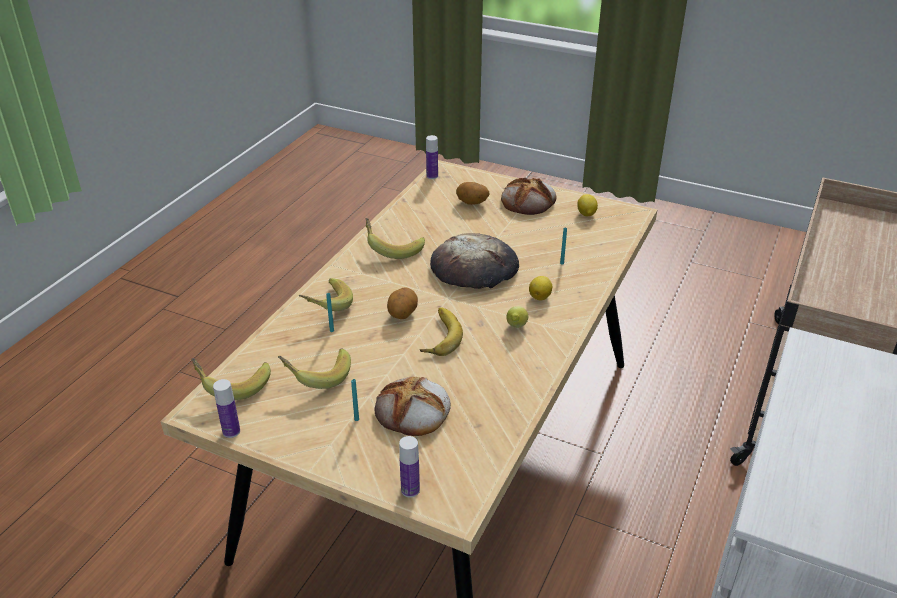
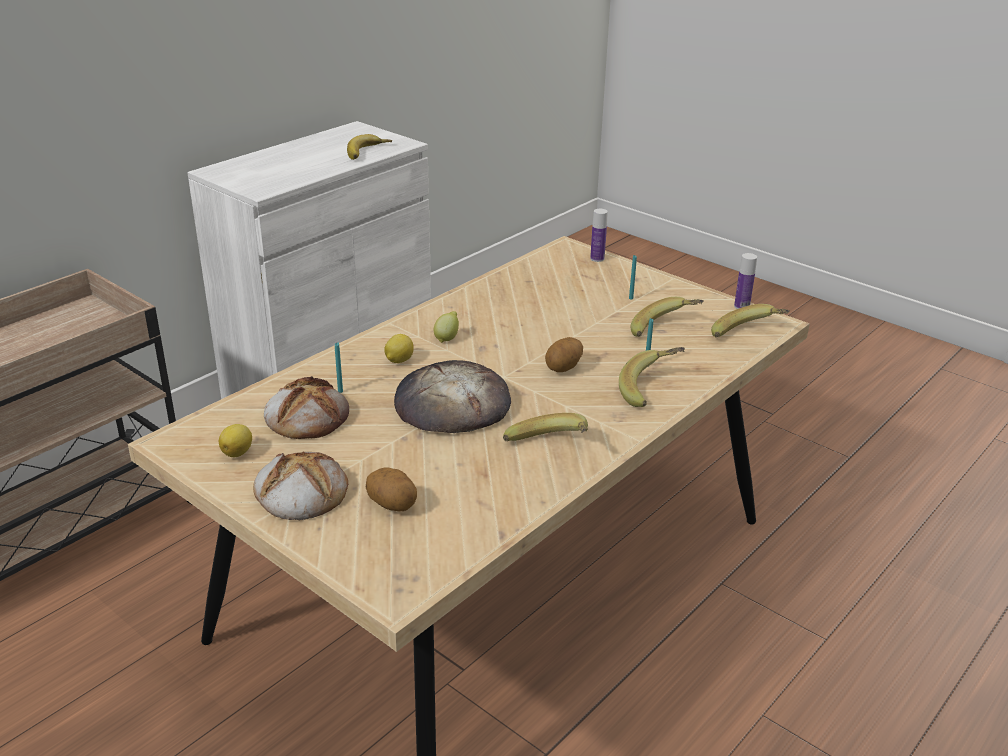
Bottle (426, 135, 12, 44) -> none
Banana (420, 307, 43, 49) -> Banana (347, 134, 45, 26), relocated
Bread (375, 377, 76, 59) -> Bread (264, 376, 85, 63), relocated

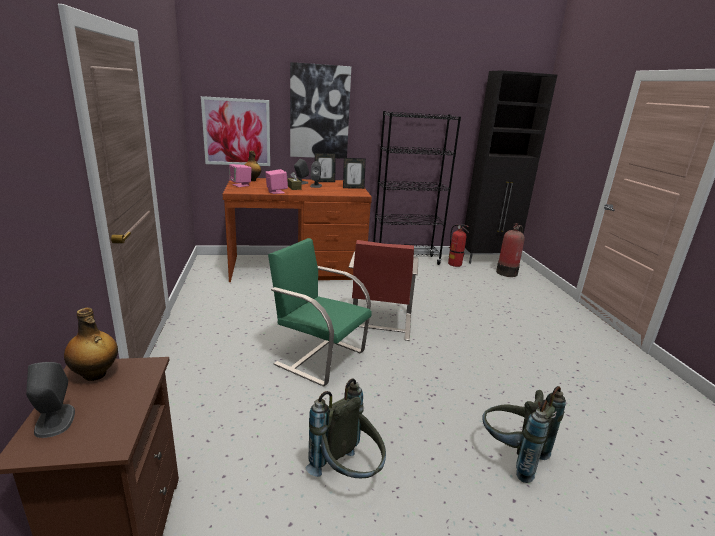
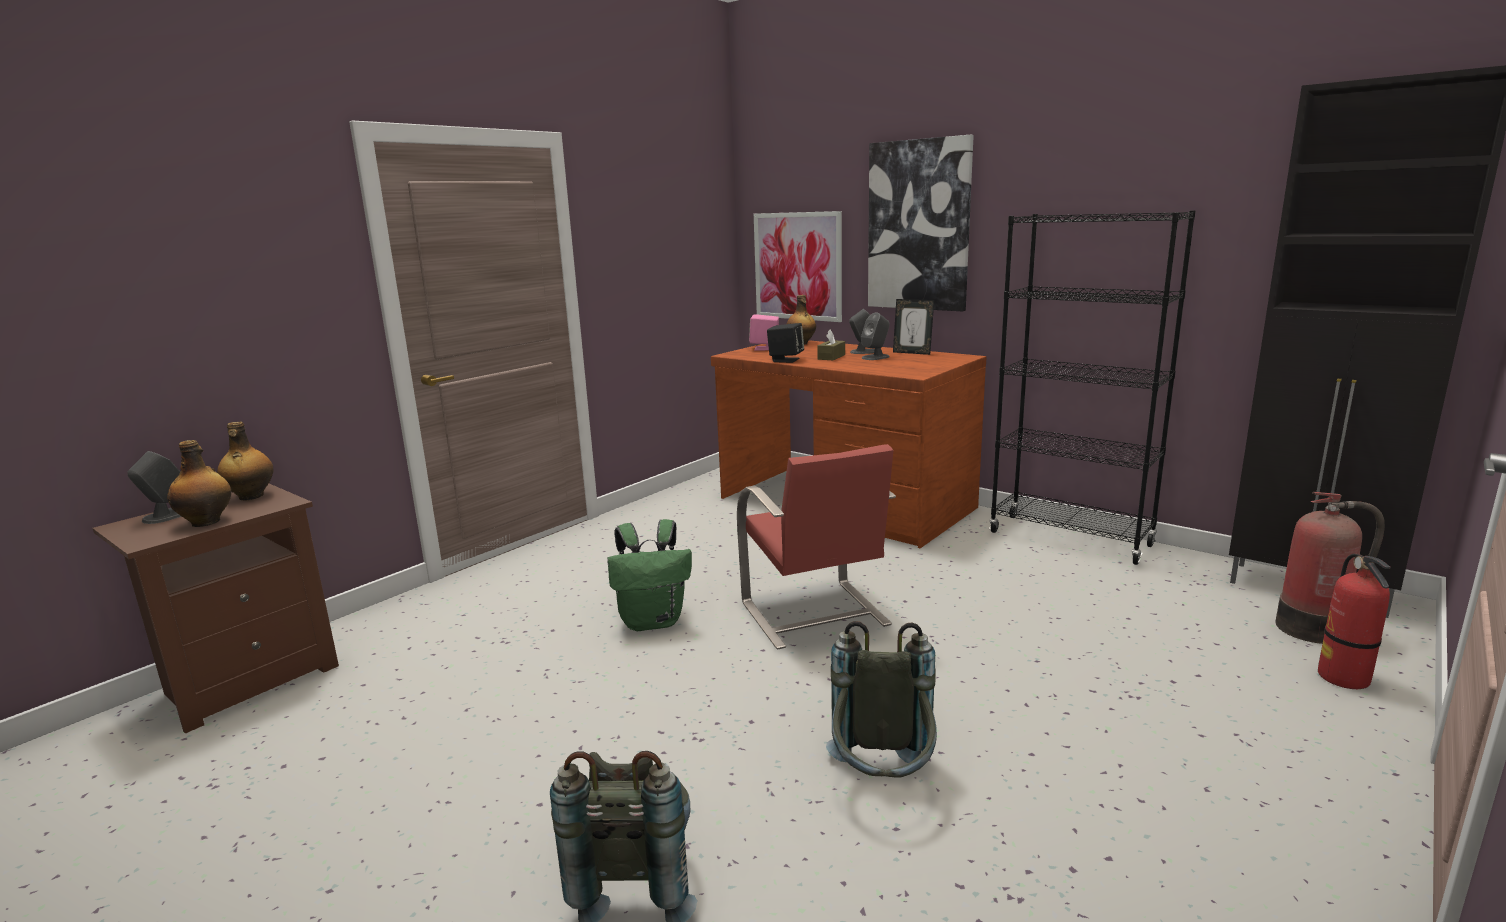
PictureFrame (343, 158, 23, 31) -> none
PinkSpeaker (265, 169, 23, 25) -> BlackSpeaker (767, 323, 37, 40)
FireExtinguisher (448, 225, 21, 42) -> FireExtinguisher (1318, 553, 72, 136), relocated
GreenChair (268, 238, 104, 149) -> GreenBackpack (607, 519, 85, 112)
RedChair (348, 240, 70, 101) -> RedChair (737, 444, 159, 206), 75 degrees counterclockwise
GreyBackpack (305, 379, 81, 99) -> GreyBackpack (826, 621, 111, 156), relocated
none -> Bottle (167, 440, 64, 87)

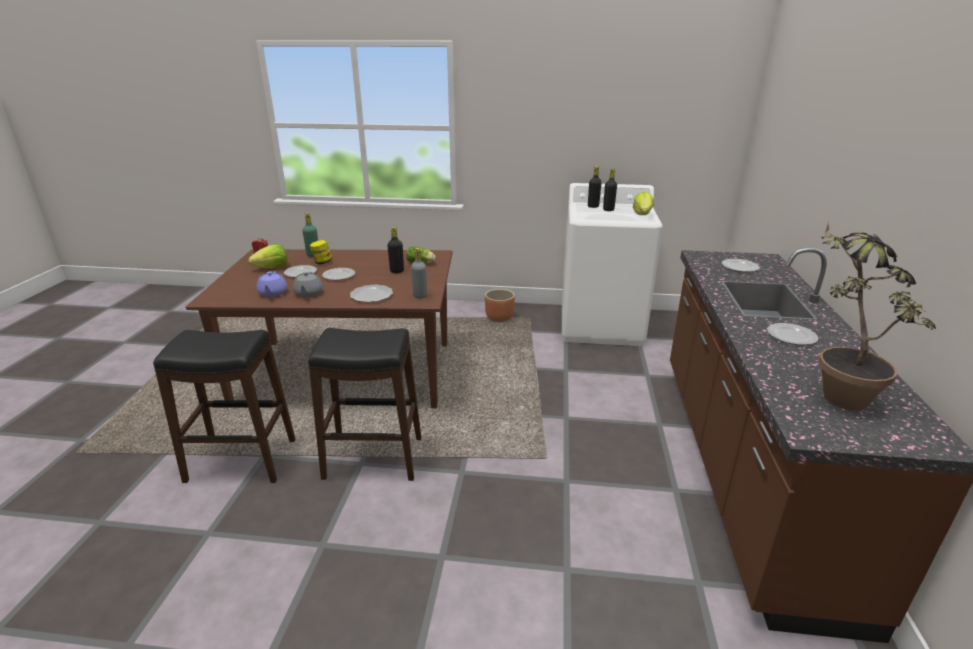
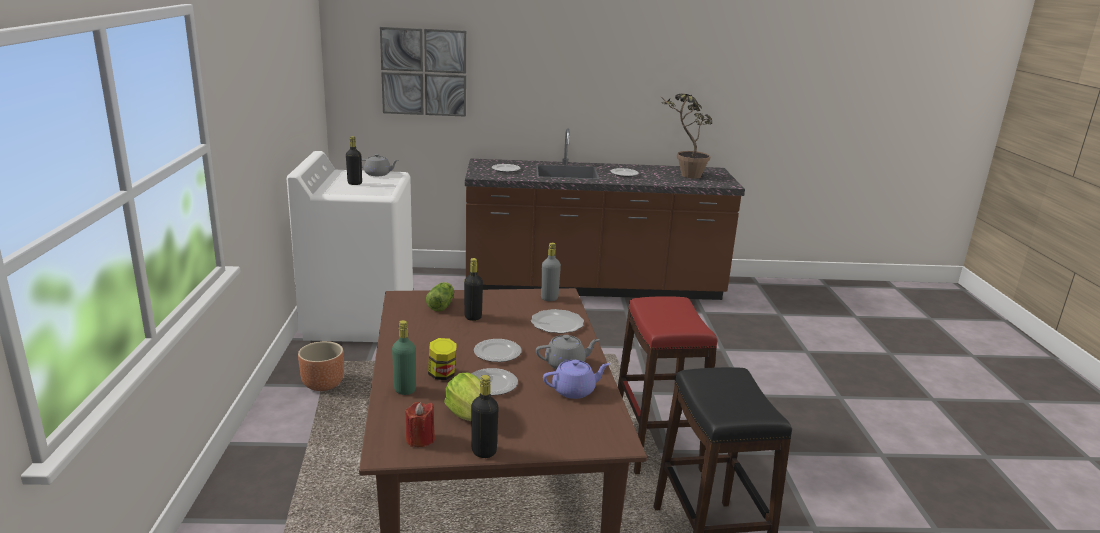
BlackBottle (588, 166, 14, 42) -> BlackBottle (471, 375, 28, 83), relocated
Lettuce (633, 192, 21, 23) -> GreyTeapot (362, 154, 37, 22)
BlackStool (308, 328, 113, 153) -> RedStool (618, 296, 99, 178)
none -> Picture (380, 27, 86, 90)

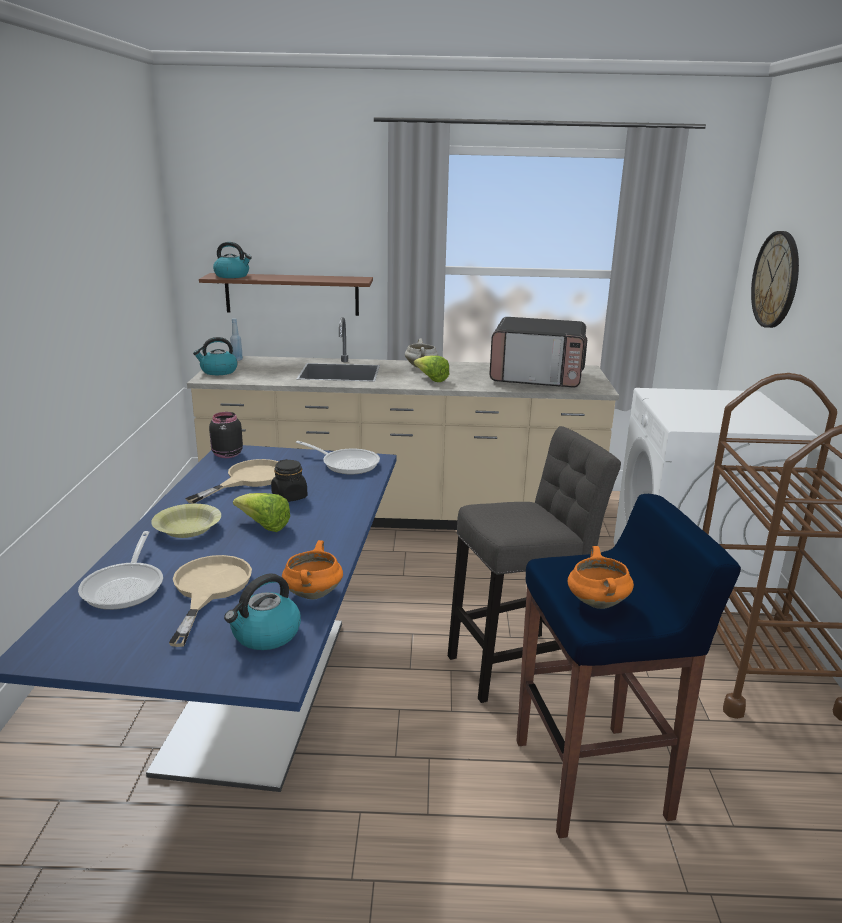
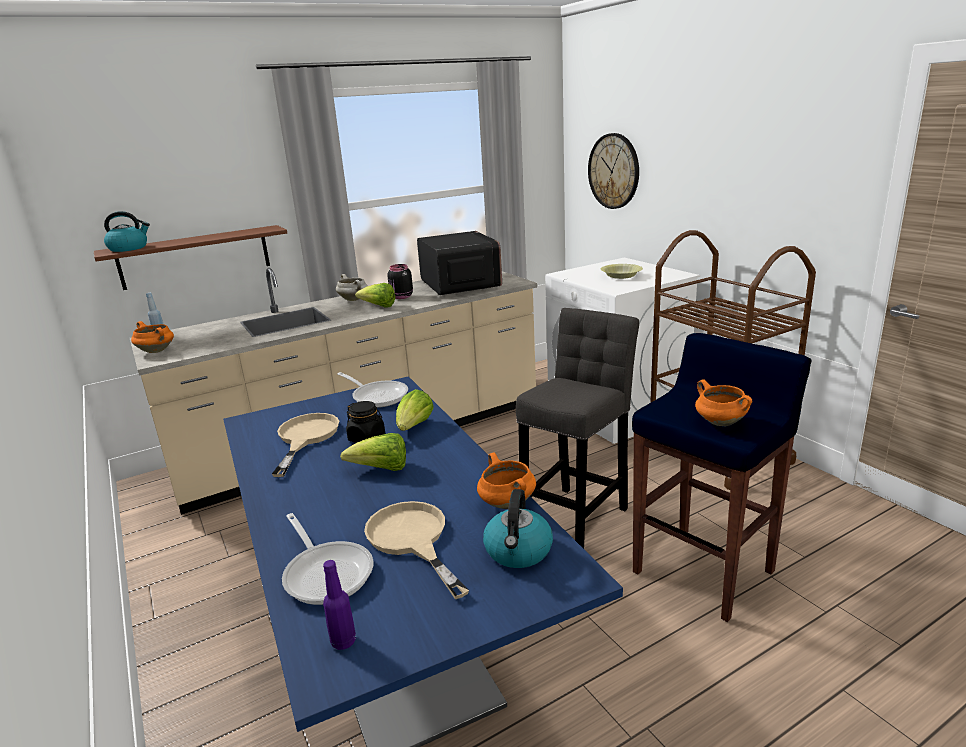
Microwave (490, 317, 97, 71) -> Microwave (417, 231, 85, 64), 90 degrees counterclockwise
Kettle (193, 337, 44, 38) -> OrangeCookingPot (131, 321, 43, 32)
BlackJar (209, 412, 34, 46) -> BlackJar (387, 264, 26, 35), relocated
FryingPan (296, 441, 84, 34) -> FryingPan (337, 372, 71, 36), 45 degrees clockwise
YellowBowl (151, 504, 70, 34) -> YellowBowl (601, 264, 42, 15), relocated
none -> Lettuce (396, 389, 38, 42)
none -> PurpleBottle (323, 560, 33, 90)

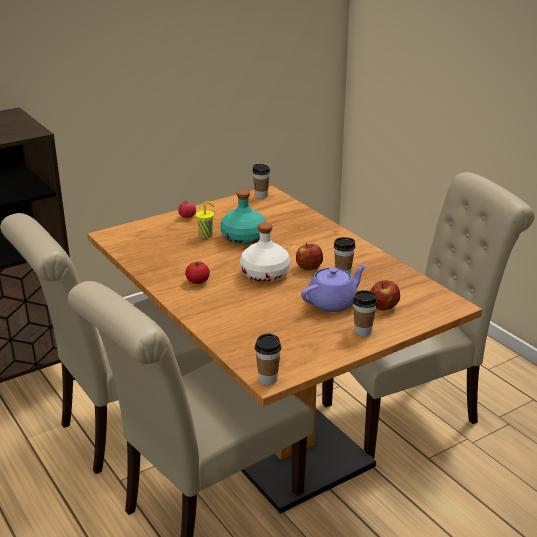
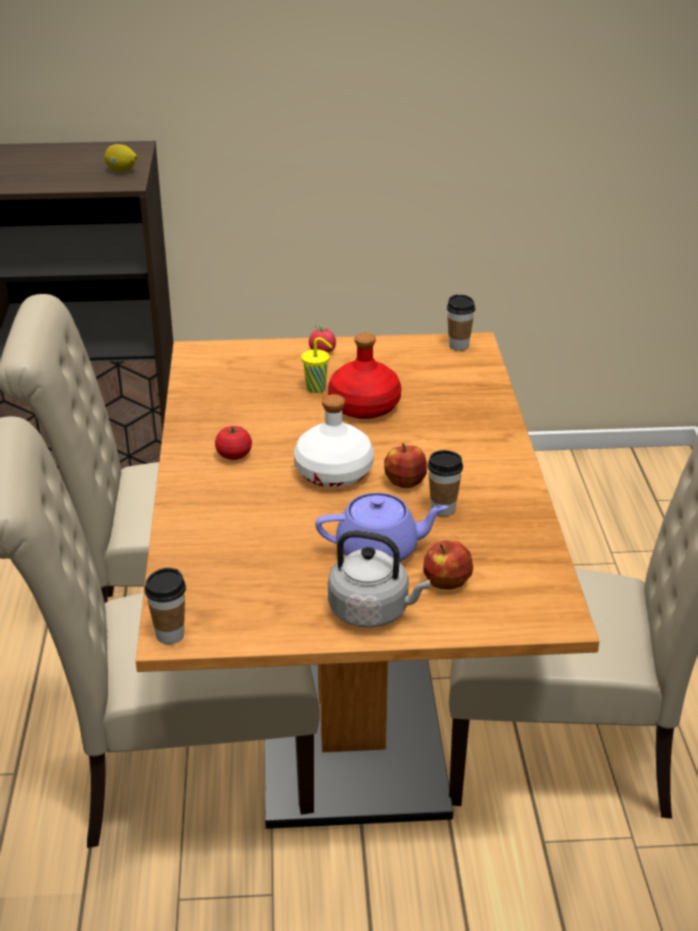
TurquoiseBottle (220, 189, 46, 56) -> RedBottle (328, 333, 73, 86)
Cup (353, 290, 24, 46) -> GreyKettle (328, 530, 102, 98)
none -> Lemon (105, 144, 32, 28)

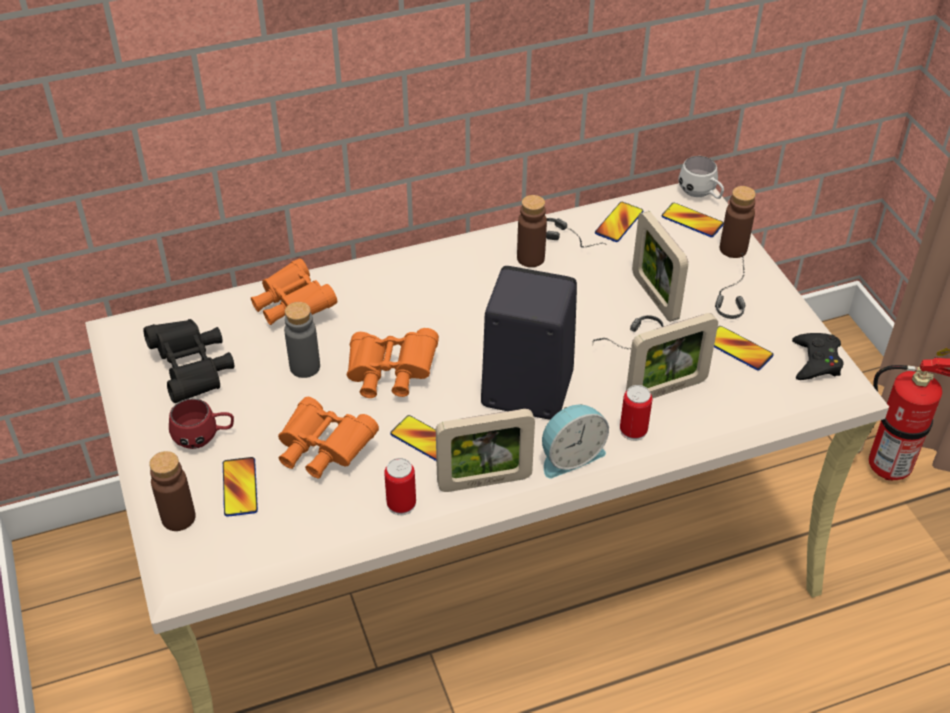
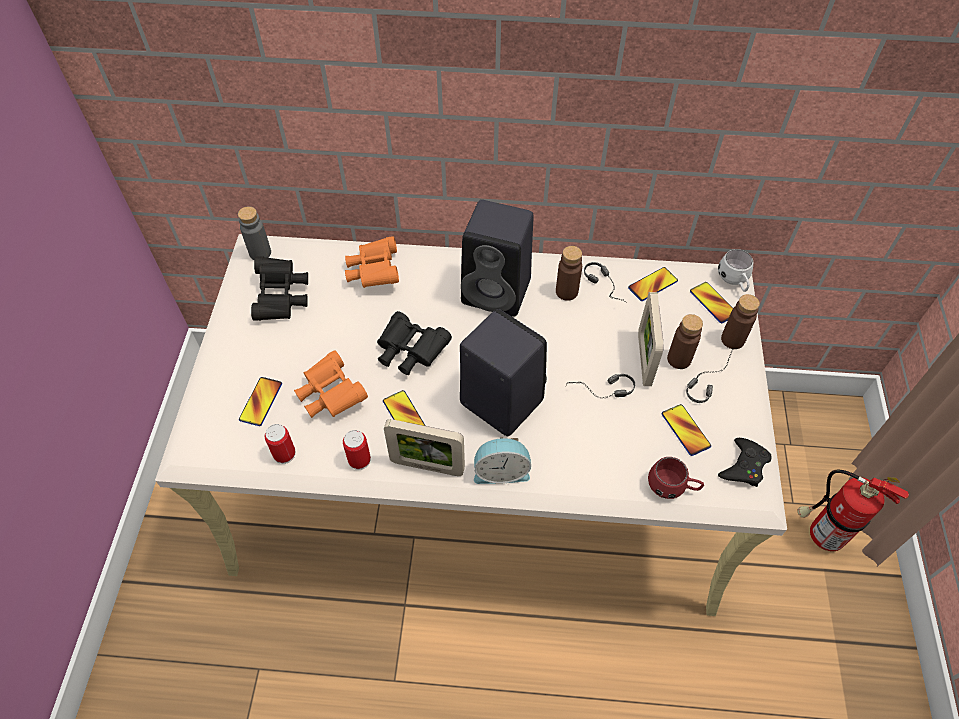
GreyBottle (284, 302, 36, 76) -> GreyBottle (238, 206, 33, 54), relocated
PictureFrame (626, 313, 92, 86) -> none
OrangeBinoculars (347, 328, 92, 70) -> BlackBinoculars (377, 311, 75, 64)
Can (620, 385, 32, 56) -> Can (265, 424, 30, 40), relocated
RedMug (169, 398, 65, 51) -> RedMug (648, 457, 56, 42), relocated
BrownBottle (149, 451, 47, 80) -> BrownBottle (667, 314, 36, 55), relocated
none -> BlackSpeaker (461, 200, 73, 117)

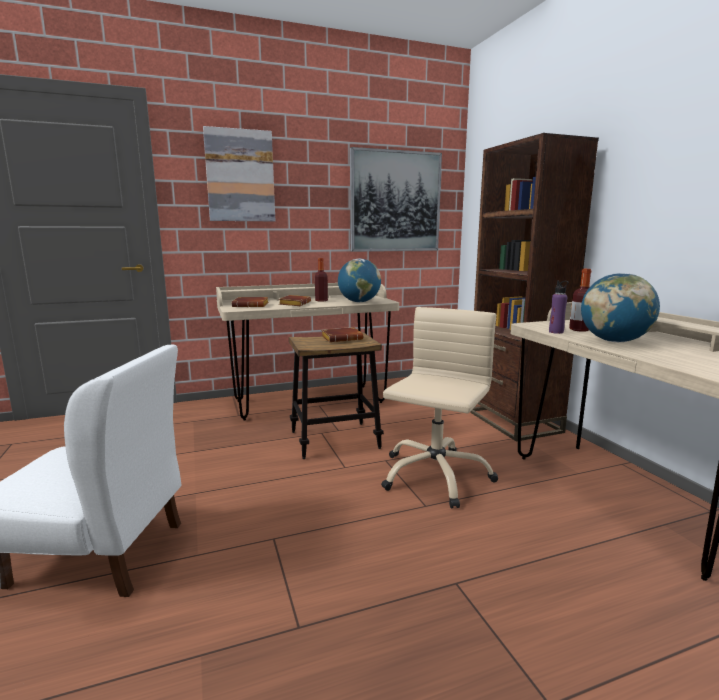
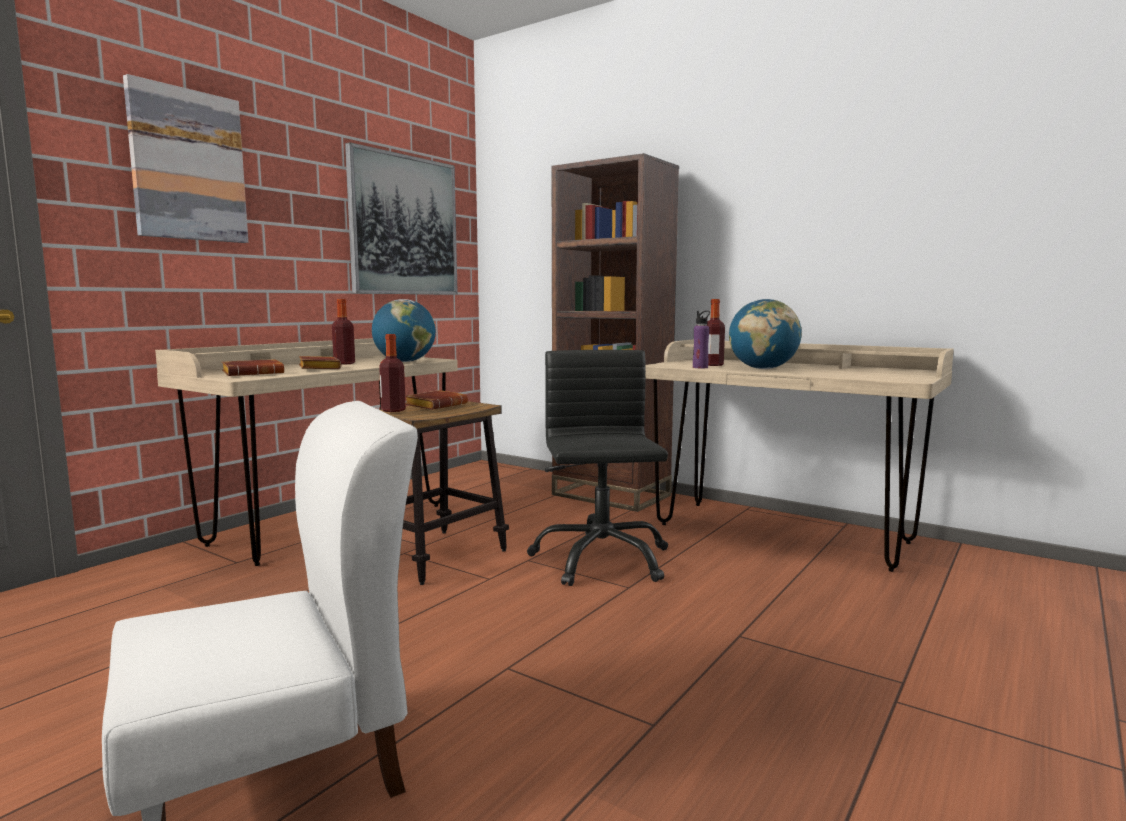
BeigeOfficeChair (381, 307, 117, 201) -> BlackOfficeChair (527, 350, 141, 236)
none -> Bottle (379, 334, 27, 78)

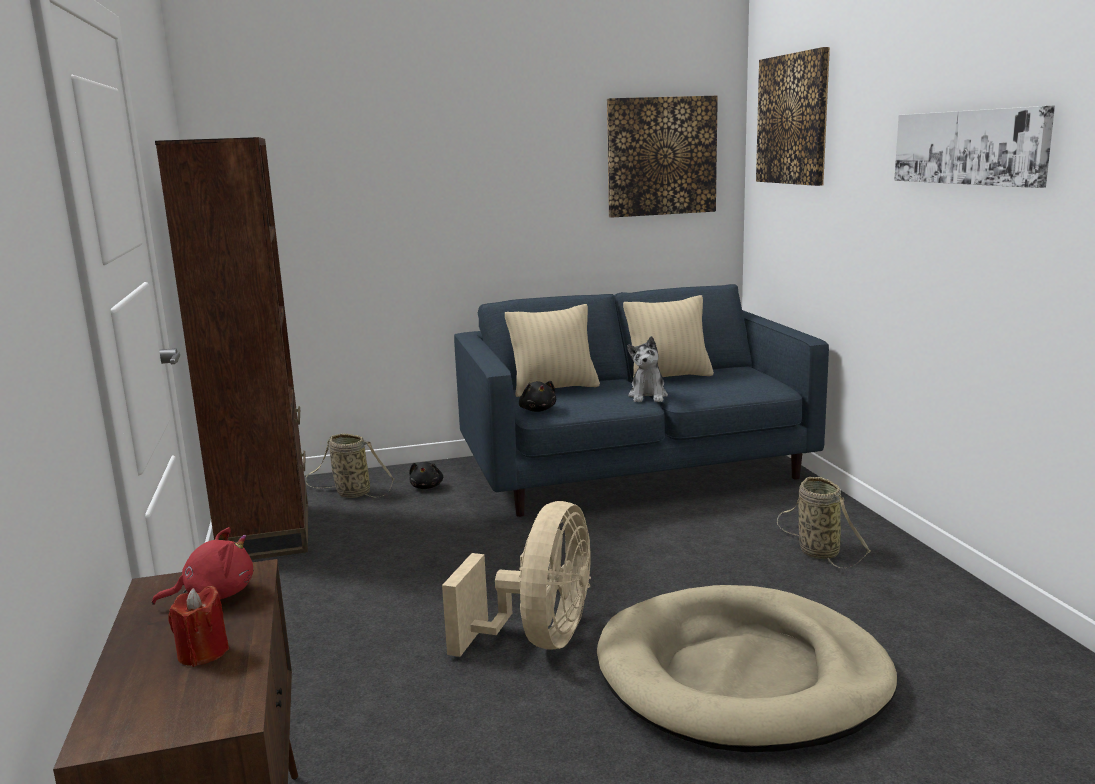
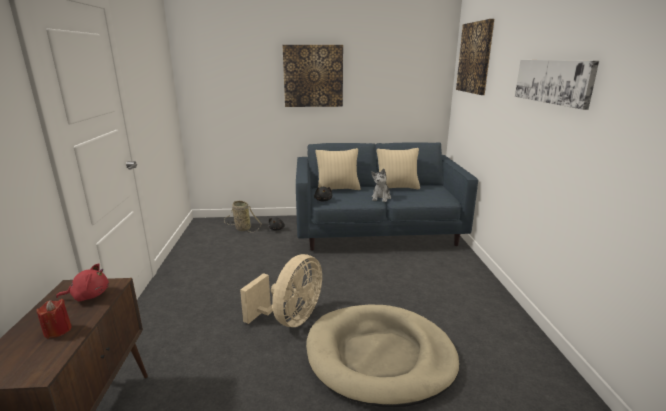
Picture (607, 96, 111, 122) -> Picture (283, 45, 60, 62), relocated
BrownBookcase (155, 137, 153, 423) -> none
Basket (777, 477, 94, 91) -> none

